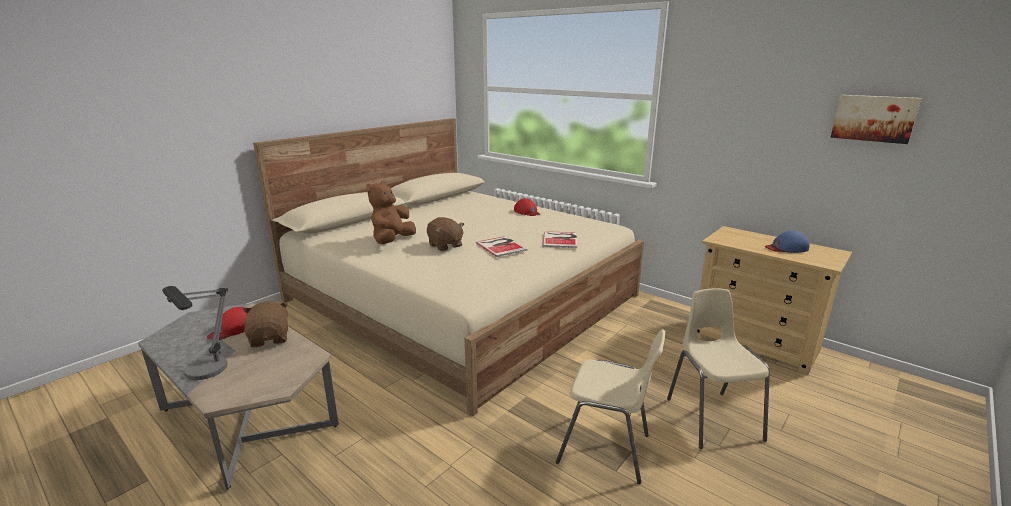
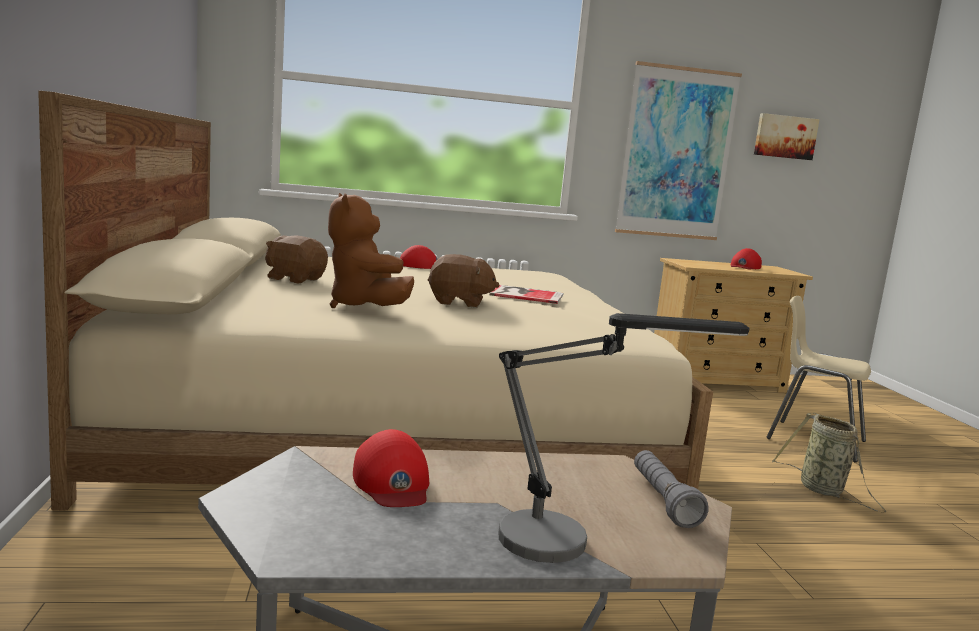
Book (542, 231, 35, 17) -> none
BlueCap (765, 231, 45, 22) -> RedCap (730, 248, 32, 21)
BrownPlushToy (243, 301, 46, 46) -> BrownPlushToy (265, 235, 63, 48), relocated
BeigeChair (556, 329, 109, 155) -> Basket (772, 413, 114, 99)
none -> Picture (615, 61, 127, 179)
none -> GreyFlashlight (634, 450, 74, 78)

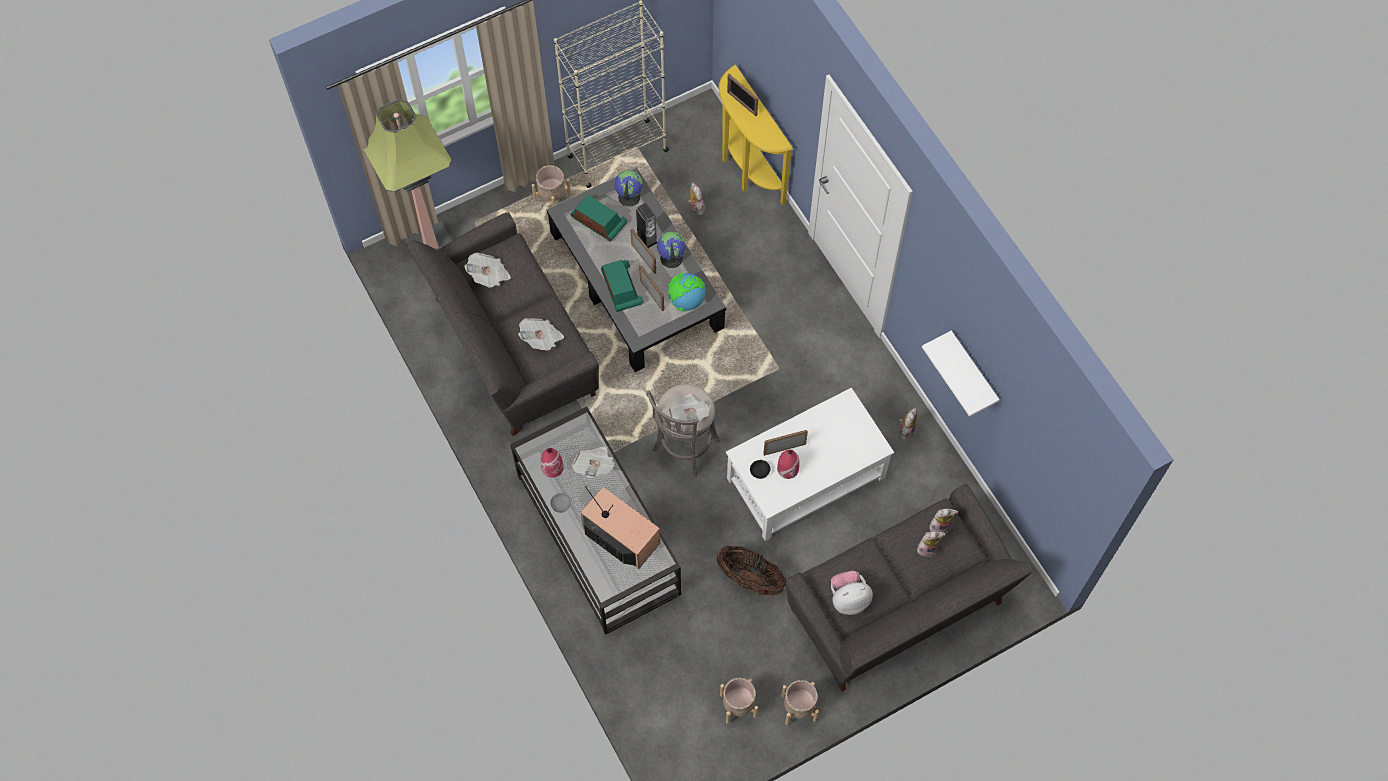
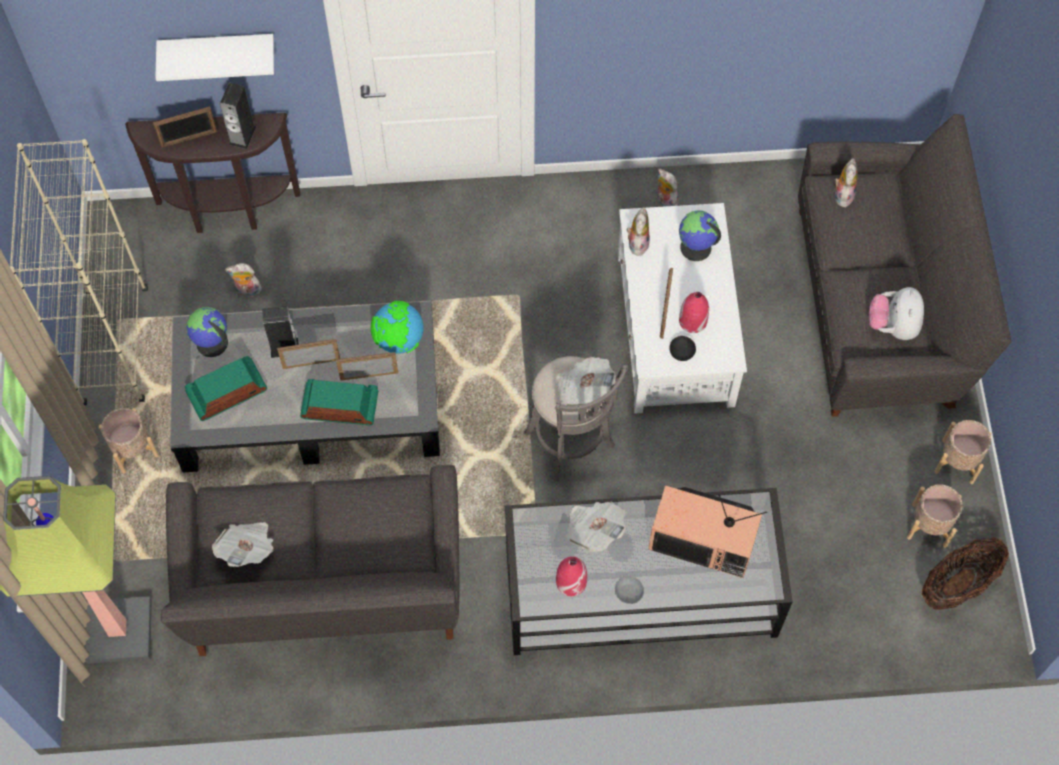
YellowConsoleTable (719, 65, 74, 140) -> BrownConsoleTable (125, 113, 175, 120)
Globe (657, 231, 29, 37) -> Globe (679, 210, 42, 51), relocated
Newspaper (518, 318, 46, 33) -> none
WhiteShelf (922, 331, 77, 86) -> WhiteShelf (155, 34, 119, 47), relocated
Television (581, 486, 79, 83) -> Television (648, 485, 119, 93), 135 degrees counterclockwise
PlushToy (917, 531, 29, 26) -> PlushToy (627, 207, 23, 49), relocated
Basket (717, 546, 69, 50) -> Basket (922, 537, 87, 73), relocated
none -> Speaker (220, 83, 36, 66)

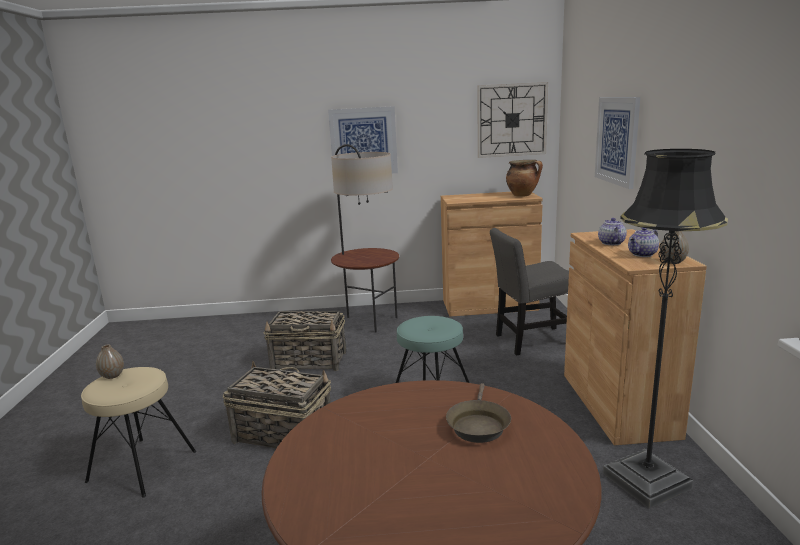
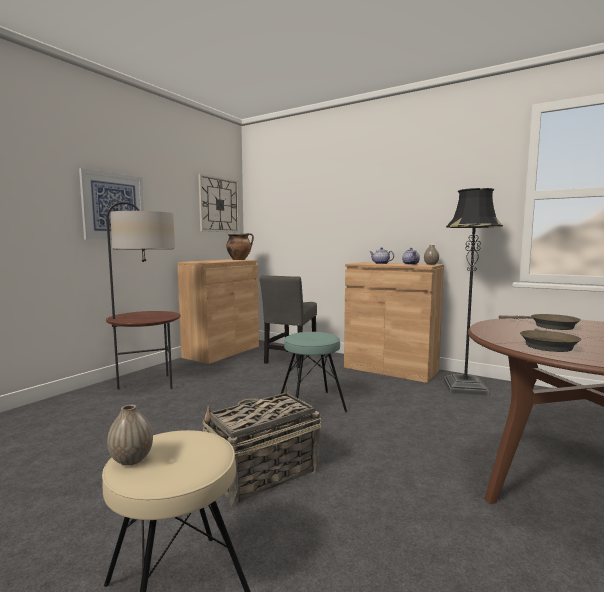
Picture (595, 97, 45, 92) -> none
Basket (263, 311, 83, 60) -> none
none -> BrownFryingPan (520, 328, 62, 24)

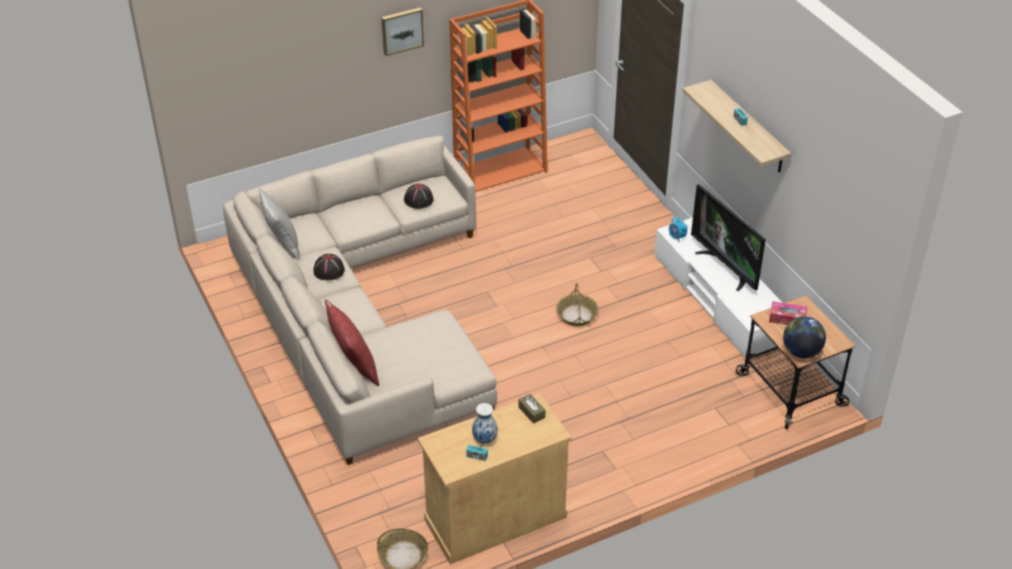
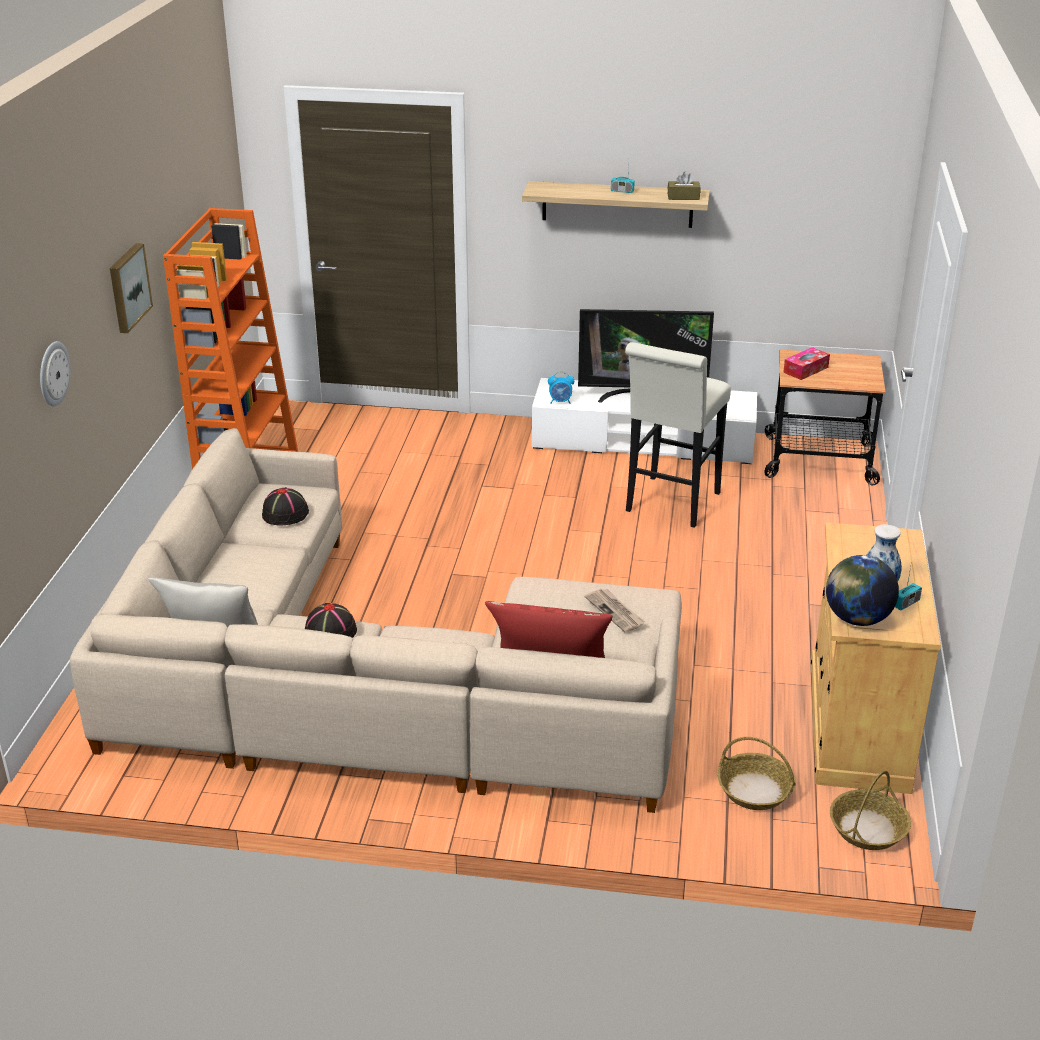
Basket (556, 283, 43, 43) -> Basket (718, 737, 78, 73), relocated
Globe (783, 317, 43, 41) -> Globe (826, 555, 73, 71), relocated
BrownTissueBox (519, 394, 26, 30) -> BrownTissueBox (668, 172, 33, 28), relocated
none -> WallClock (40, 341, 30, 65)
none -> WhiteStool (625, 342, 106, 186)
none -> Newspaper (585, 589, 60, 43)

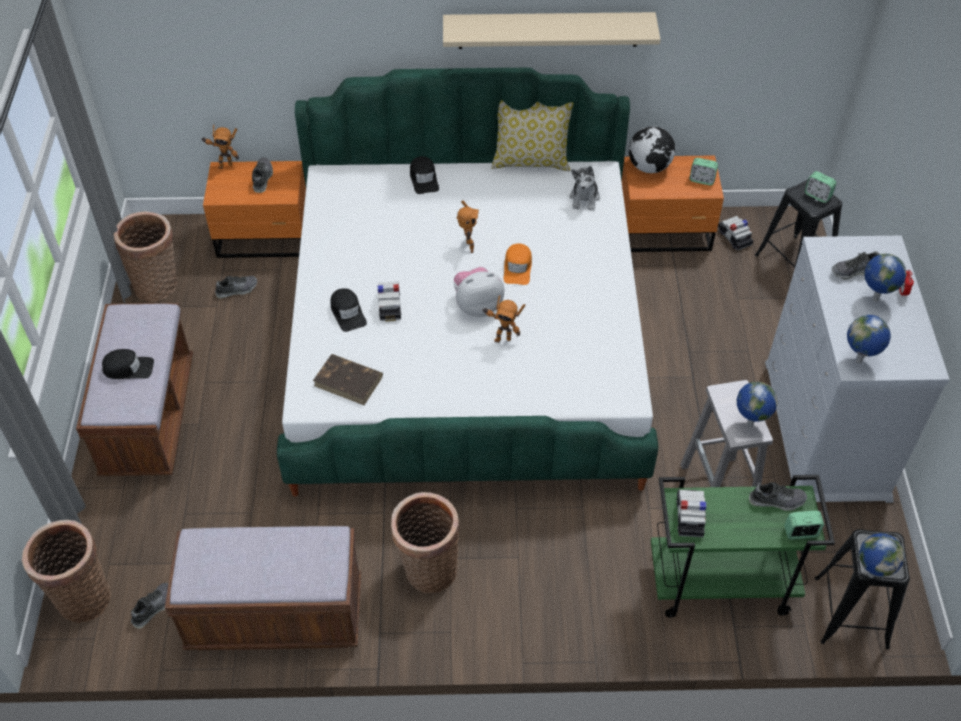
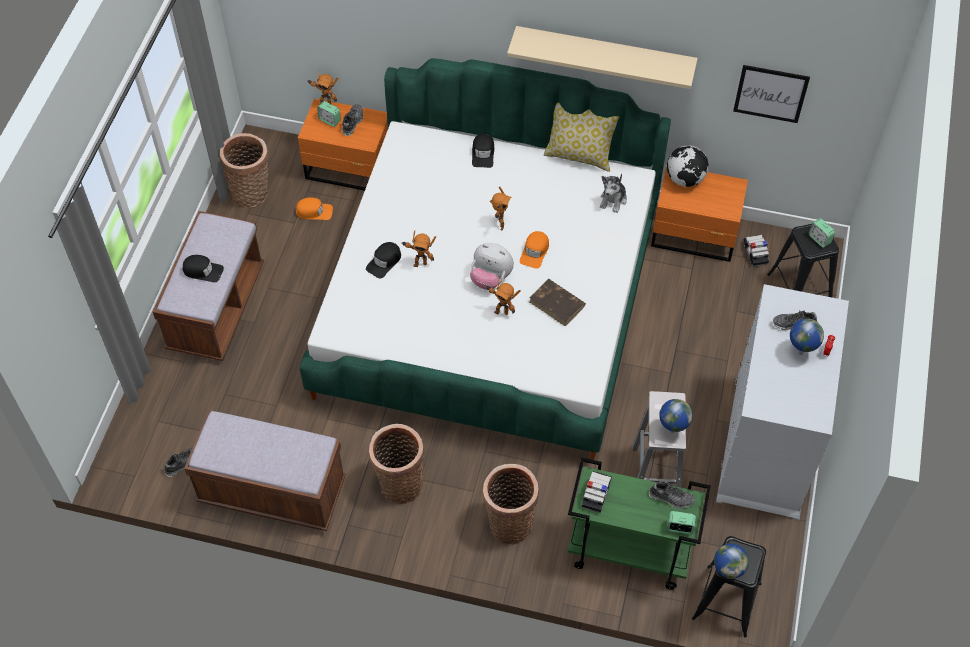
AlarmClock (689, 158, 29, 27) -> AlarmClock (317, 101, 24, 26), relocated
PlushToy (454, 267, 50, 50) -> PlushToy (470, 243, 44, 47), 150 degrees counterclockwise
Shoe (215, 275, 42, 23) -> OrangeCap (296, 197, 37, 23)
ToyCar (378, 282, 24, 40) -> ToyRobot (401, 230, 35, 37)
BlackCap (330, 288, 37, 44) -> BlackCap (366, 242, 35, 37), 45 degrees clockwise
Globe (847, 315, 44, 48) -> none
BrownBook (313, 354, 70, 51) -> BrownBook (529, 279, 57, 48), relocated
Basket (22, 520, 89, 103) -> Basket (483, 464, 56, 81), relocated
none -> Picture (733, 65, 77, 58)

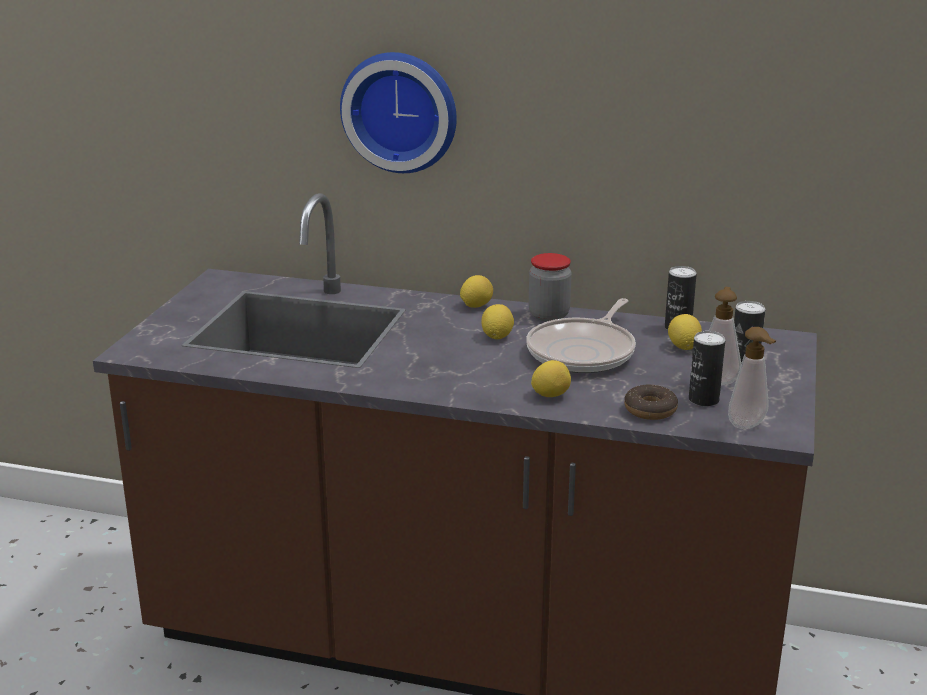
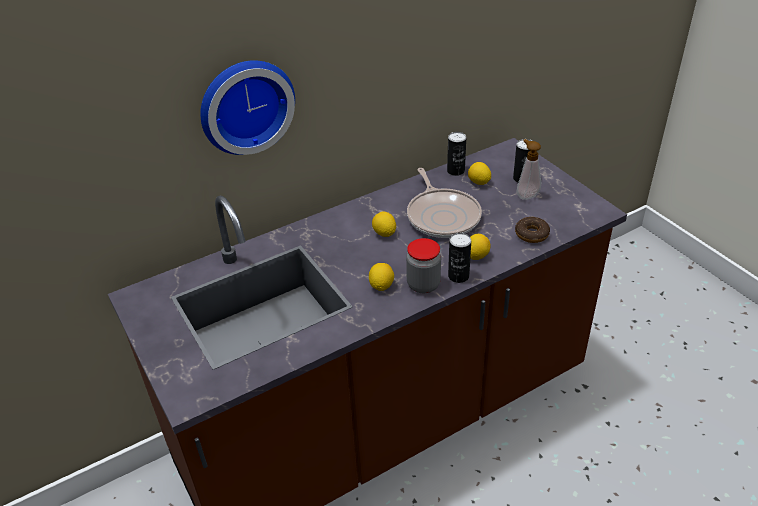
Jar (529, 253, 43, 68) -> Jar (406, 238, 35, 55), relocated
Lemon (460, 275, 33, 33) -> Lemon (369, 263, 25, 28), relocated
SoapDispenser (728, 327, 48, 102) -> none
Can (689, 331, 36, 75) -> Can (448, 233, 23, 50), relocated

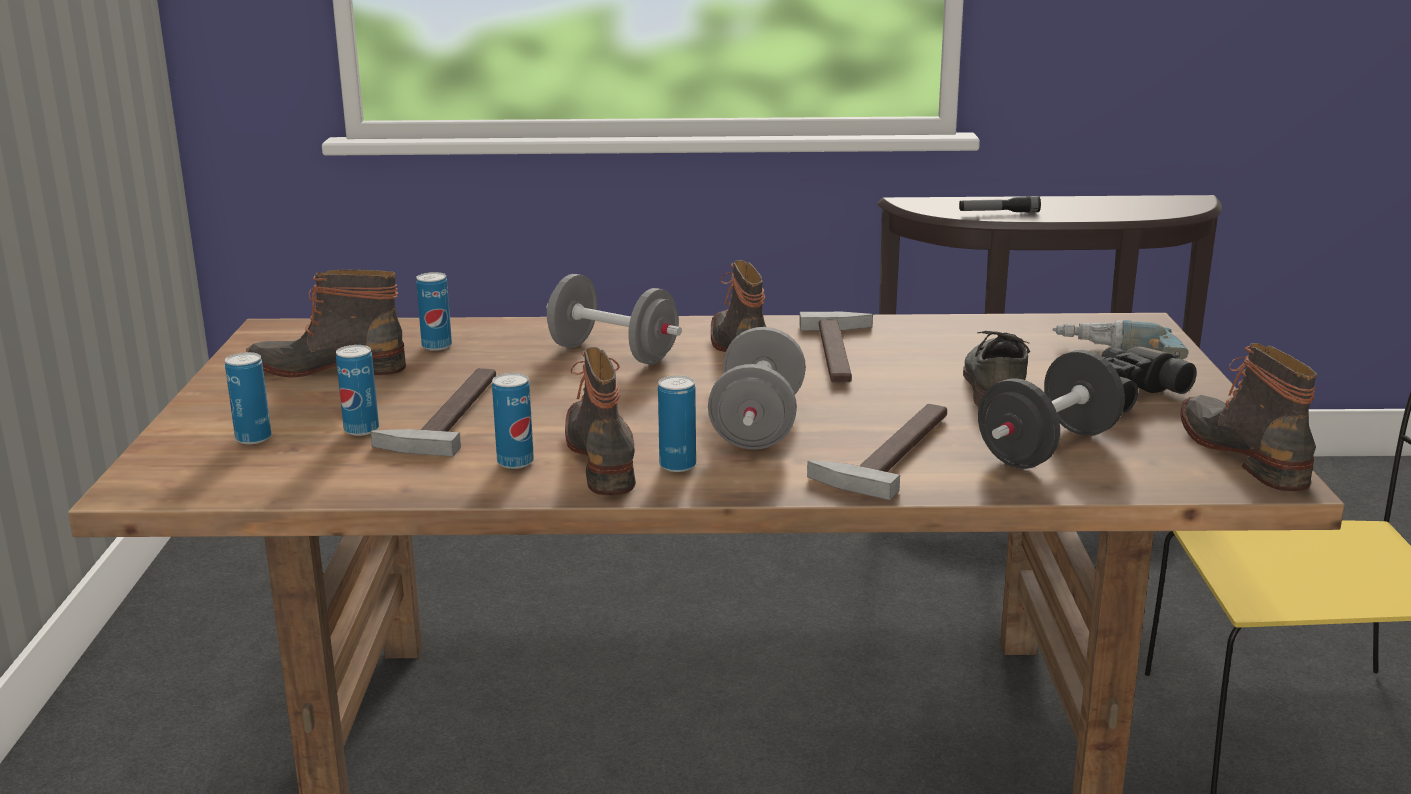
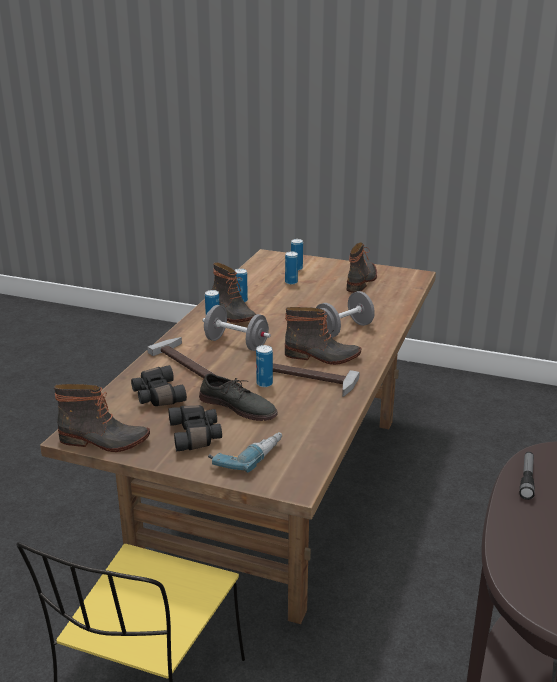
Can (416, 272, 36, 79) -> Can (256, 345, 17, 42), relocated
Boot (565, 347, 71, 148) -> Boot (211, 262, 45, 61), 45 degrees clockwise
BlackDumbbell (978, 350, 147, 119) -> BlackBinoculars (131, 365, 56, 41)
Hammer (371, 368, 125, 89) -> none

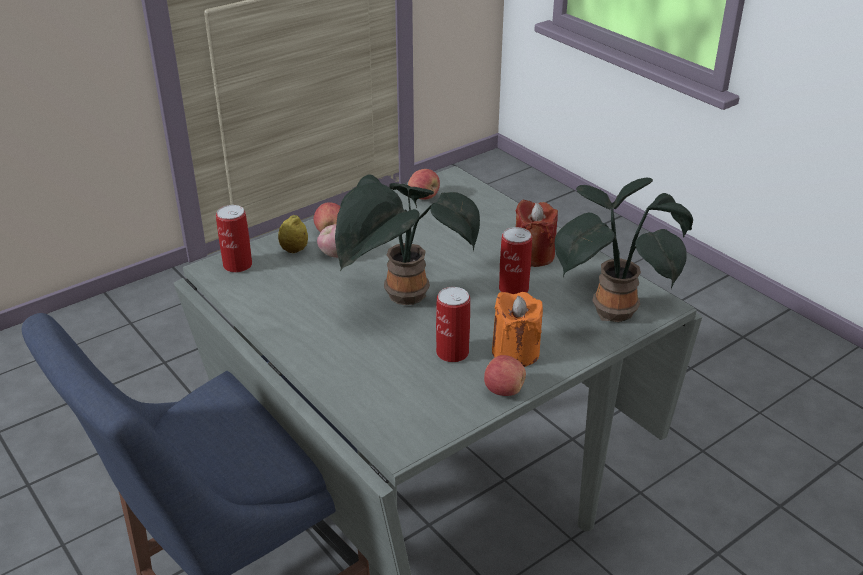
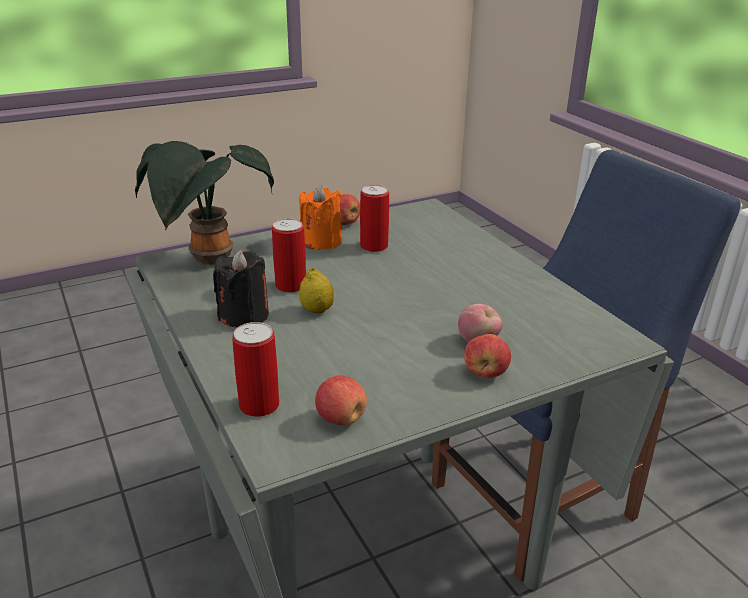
PottedPlant (335, 174, 145, 131) -> none
RedCandle (516, 200, 42, 67) -> BlackCandle (213, 250, 56, 78)
Can (216, 205, 36, 68) -> Can (232, 322, 47, 95), relocated
Lemon (278, 215, 30, 38) -> Lemon (299, 268, 35, 45), relocated

